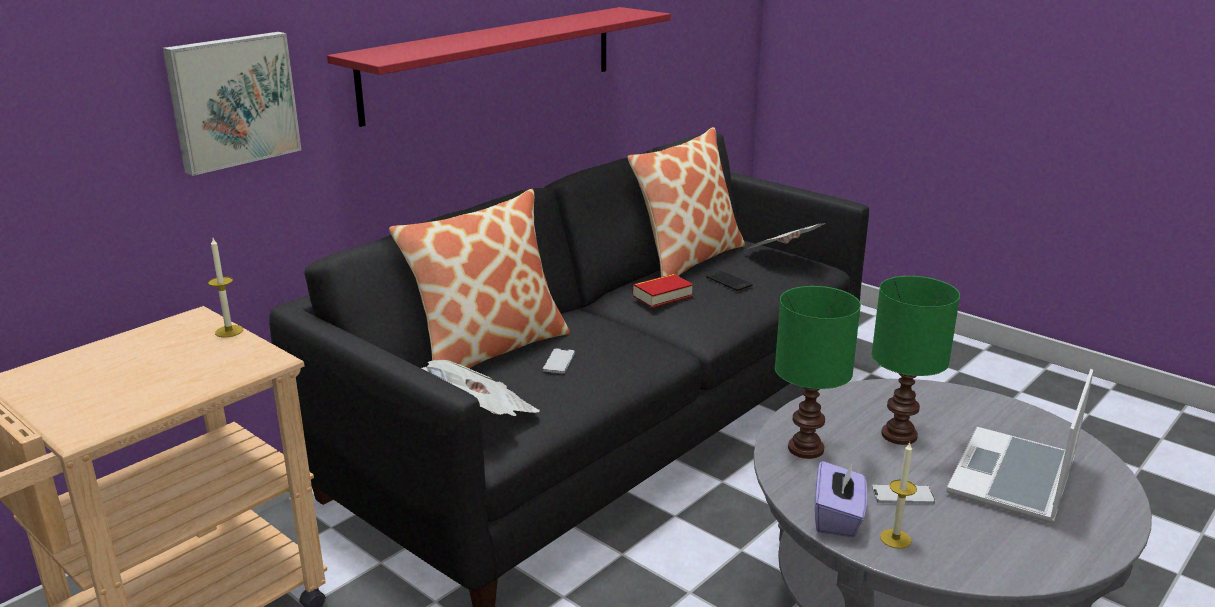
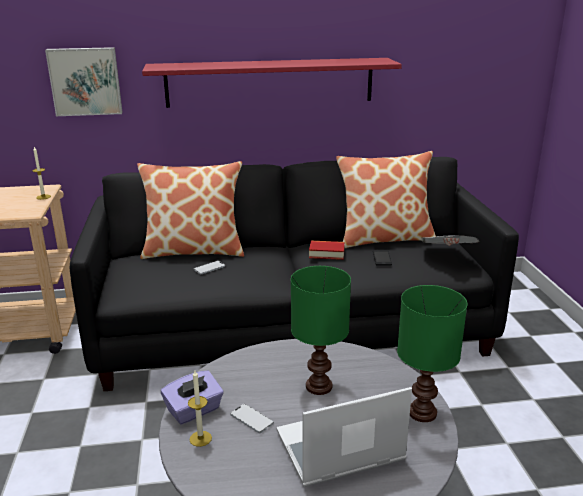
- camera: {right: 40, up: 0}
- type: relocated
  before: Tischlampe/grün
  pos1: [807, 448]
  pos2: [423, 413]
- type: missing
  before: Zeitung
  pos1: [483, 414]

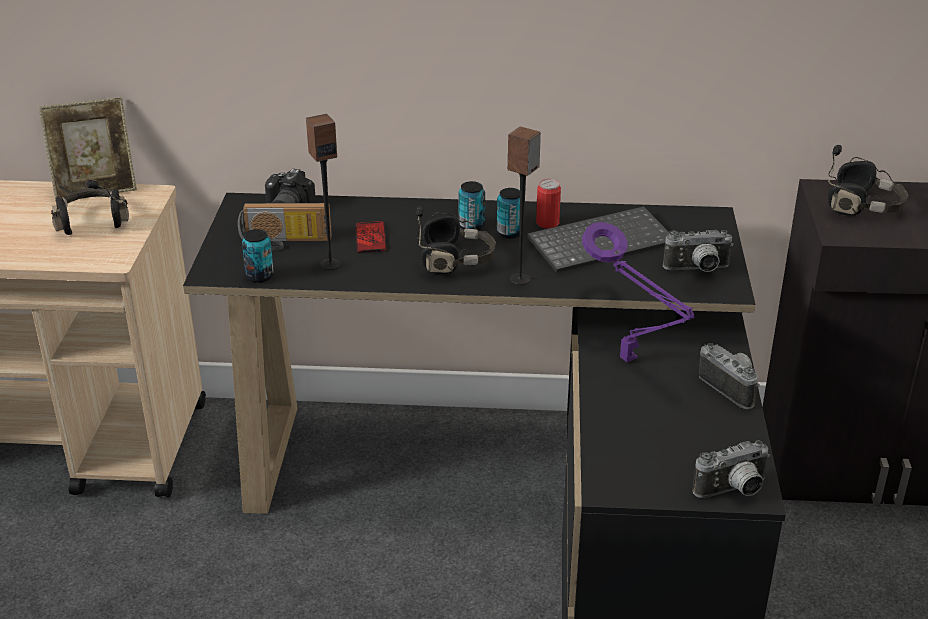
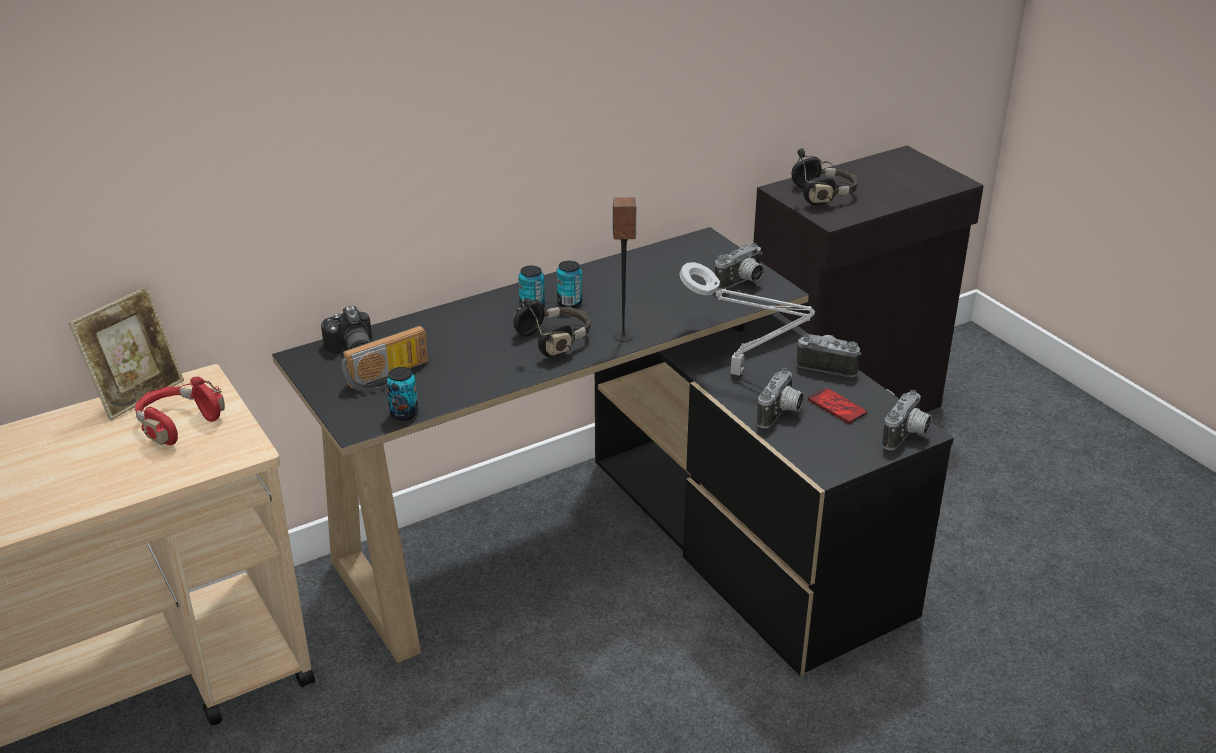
- camera: {right: -35, up: 0}
- type: colour
  before: Kopfhörer/schwarz
  after: Kopfhörer/rot
  pos1: [92, 221]
  pos2: [177, 424]
- type: colour
  before: Tischlampe/lila
  after: Tischlampe/grau
  pos1: [631, 361]
  pos2: [741, 374]
- type: appeared
  after: Kamera
  pos2: [781, 414]
- type: relocated
  before: Handy
  pos1: [370, 238]
  pos2: [837, 406]
- type: missing
  before: Lautsprecher
  pos1: [330, 264]
- type: missing
  before: Tastatur
  pos1: [601, 241]
- type: missing
  before: Dose
  pos1: [547, 223]

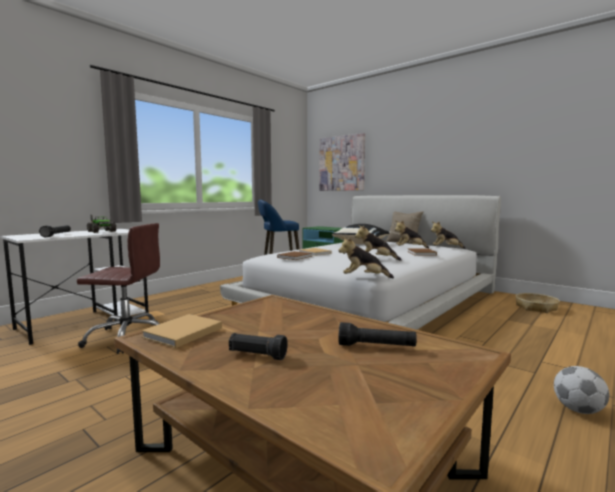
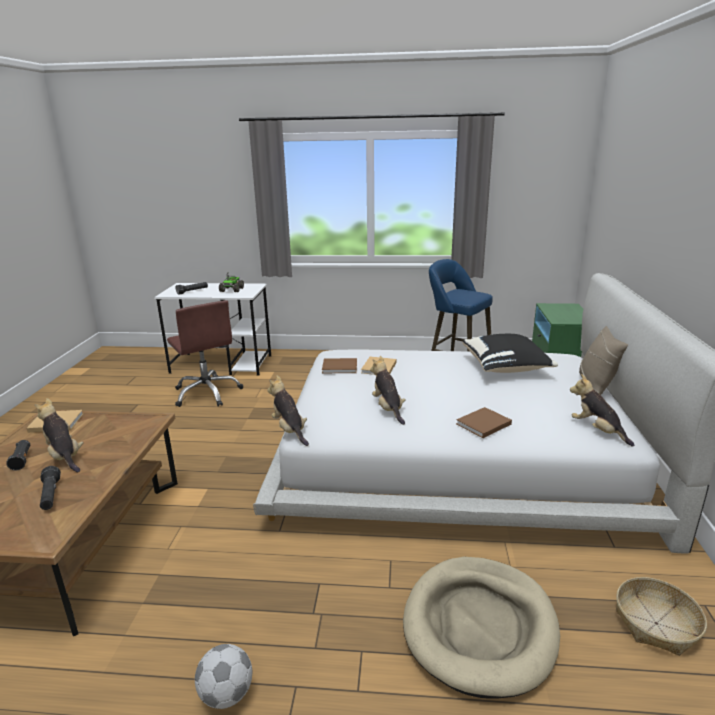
- camera: {right: 55, up: 15}
- type: relocated
  before: Plüschtier
  pos1: [410, 248]
  pos2: [65, 456]
- type: appeared
  after: Hundebett/beige
  pos2: [480, 626]
- type: missing
  before: Bild
  pos1: [342, 163]

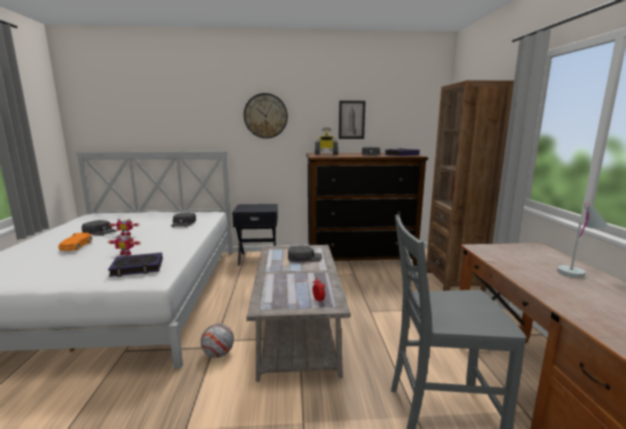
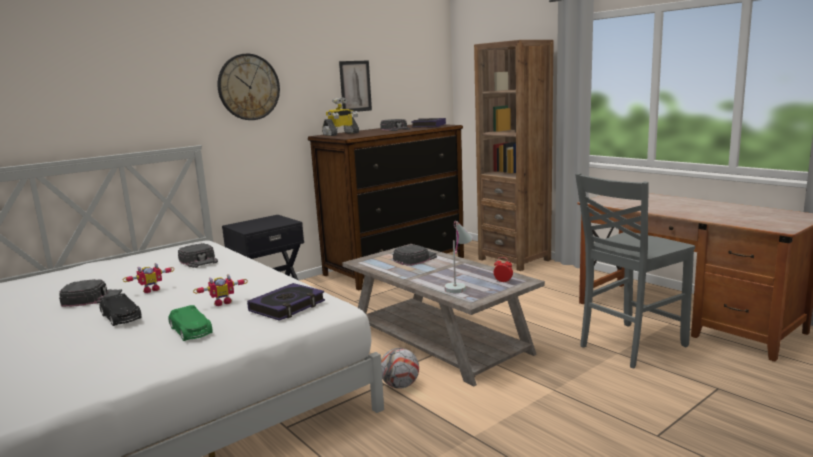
- camera: {right: -35, up: 0}
- type: colour
  before: Spielzeugauto/orange
  after: Spielzeugauto/schwarz
  pos1: [76, 246]
  pos2: [121, 317]
- type: appeared
  after: Spielzeugauto/grün
  pos2: [191, 331]
- type: relocated
  before: Tischlampe/weiß
  pos1: [577, 271]
  pos2: [460, 286]

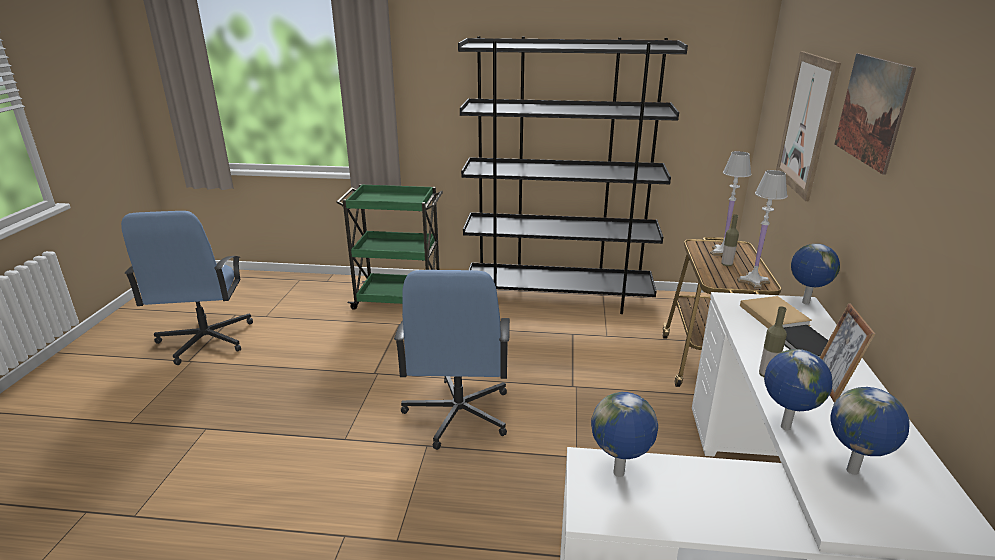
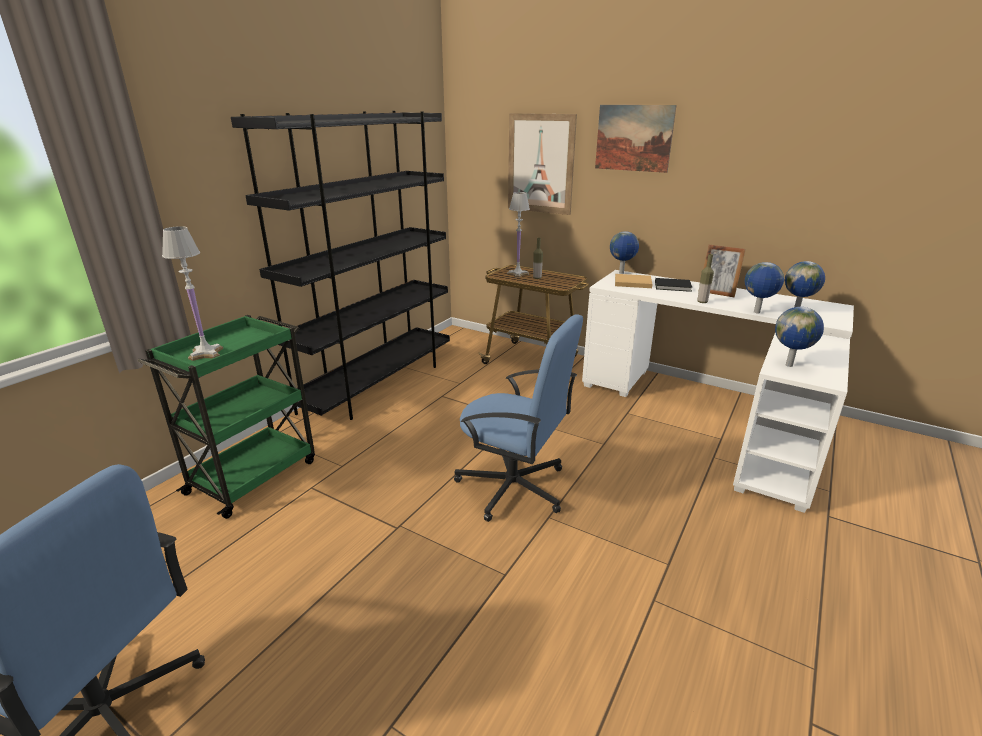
- camera: {right: -65, up: 0}
- type: relocated
  before: Tischlampe/weiß
  pos1: [753, 281]
  pos2: [206, 354]

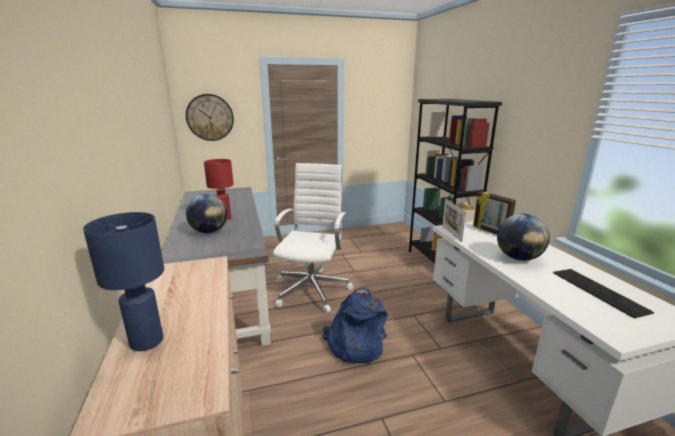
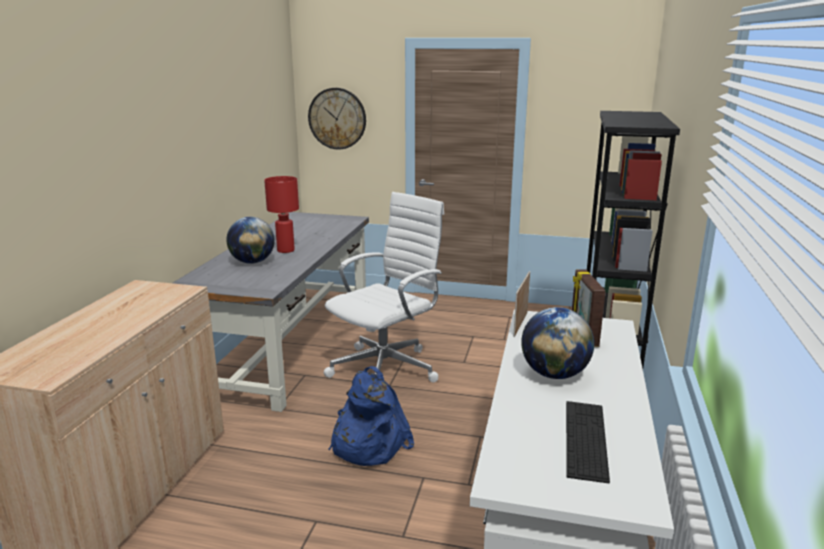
- camera: {right: 30, up: 0}
- type: missing
  before: Tischlampe/blau
  pos1: [146, 342]

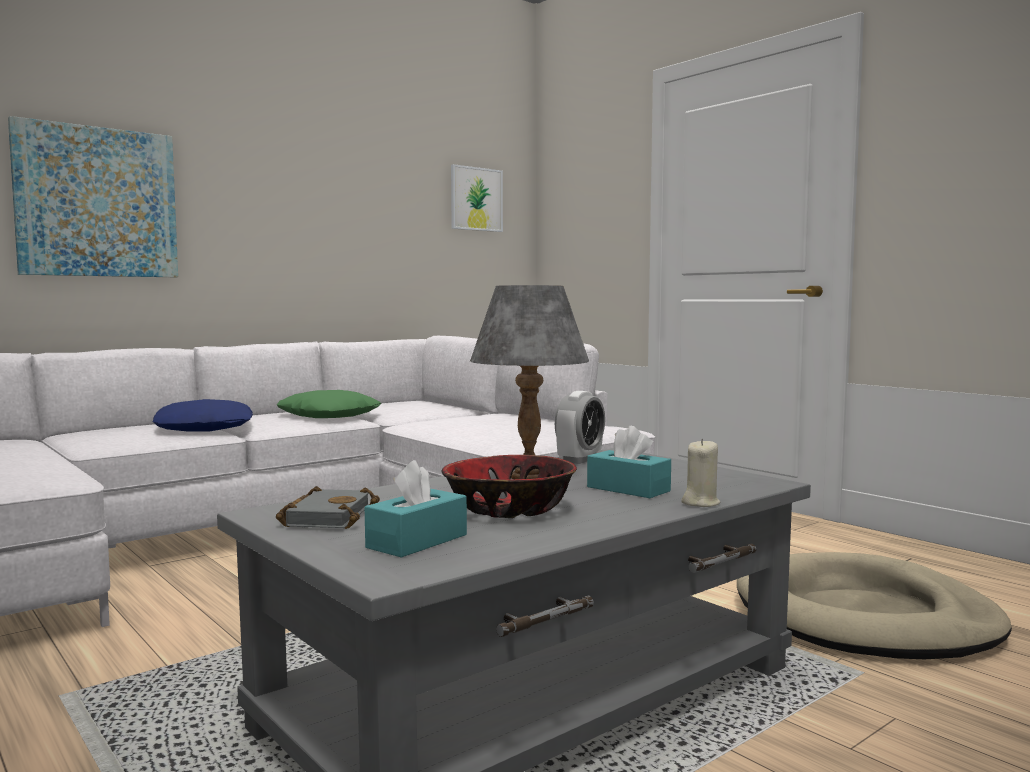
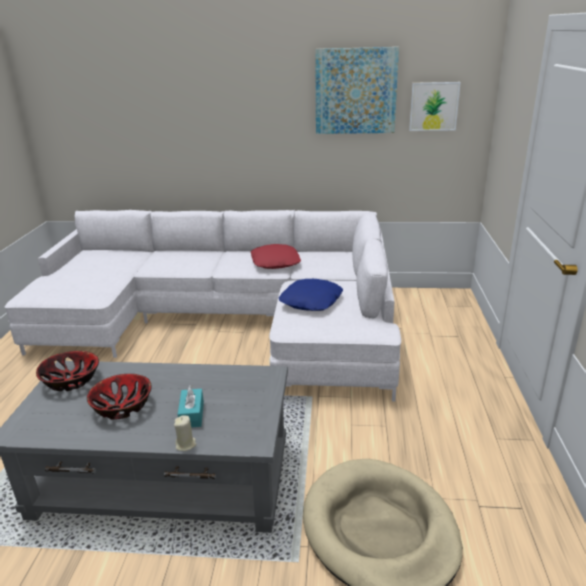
- camera: {right: 45, up: 20}
- type: exchanged
  before: Buch/grau
  after: Schüssel
  pos1: [327, 516]
  pos2: [71, 381]
- type: colour
  before: Kissen/grün
  after: Kissen/rot
  pos1: [330, 416]
  pos2: [276, 262]
- type: relocated
  before: Kissen/blau
  pos1: [205, 428]
  pos2: [311, 301]
- type: relocated
  before: Bild
  pos1: [97, 202]
  pos2: [355, 91]
- type: missing
  before: Taschentuchbox/türkis
  pos1: [417, 541]
- type: missing
  before: Tischlampe/grau
  pos1: [529, 476]
- type: missing
  before: Wecker
  pos1: [579, 460]

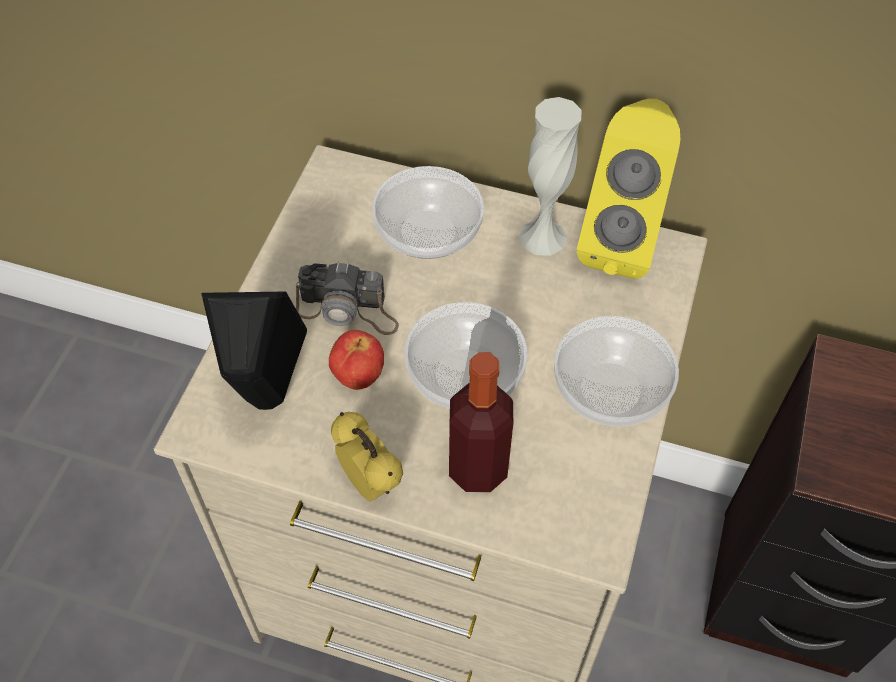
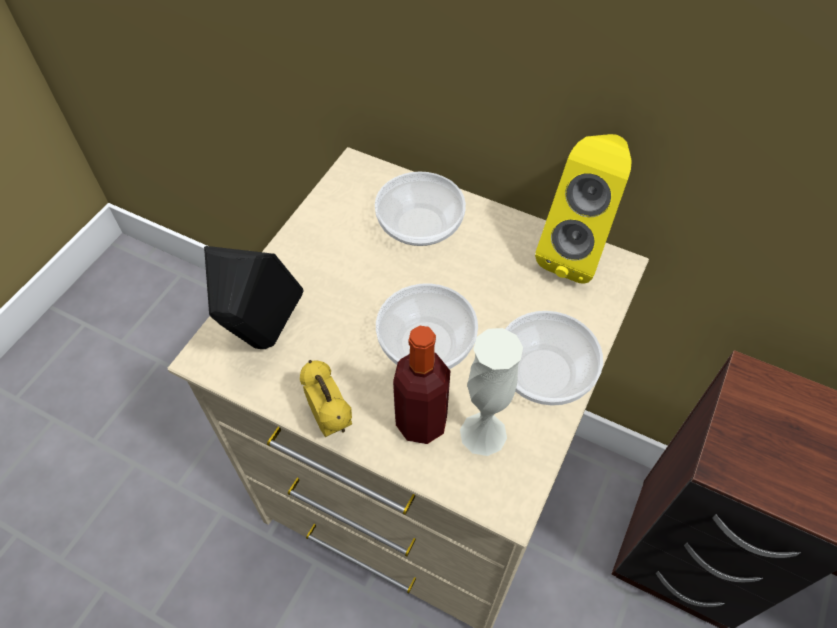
- camera: {right: 10, up: 0}
- type: relocated
  before: Vase/weiß
  pos1: [543, 237]
  pos2: [483, 433]
- type: missing
  before: Kamera
  pos1: [348, 310]
- type: missing
  before: Apfel
  pos1: [358, 376]

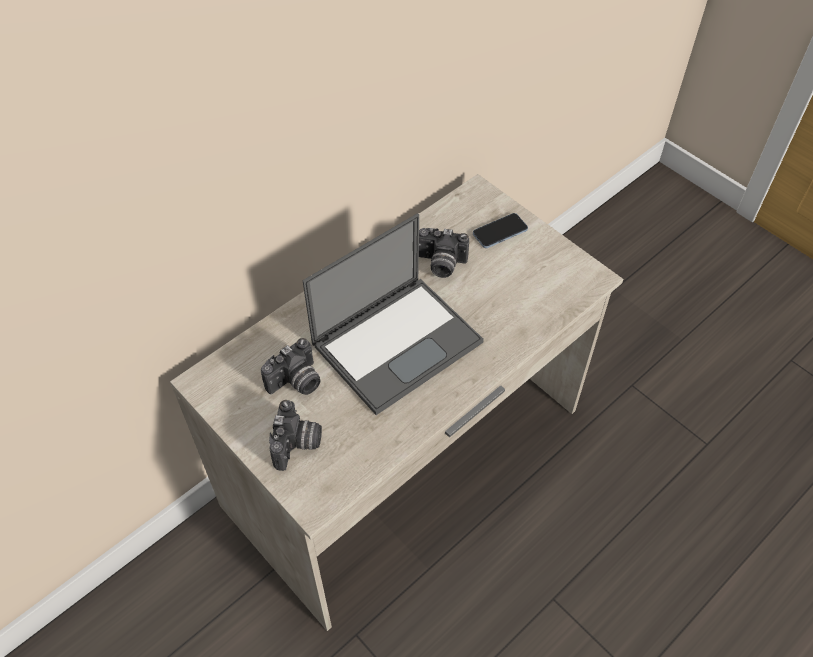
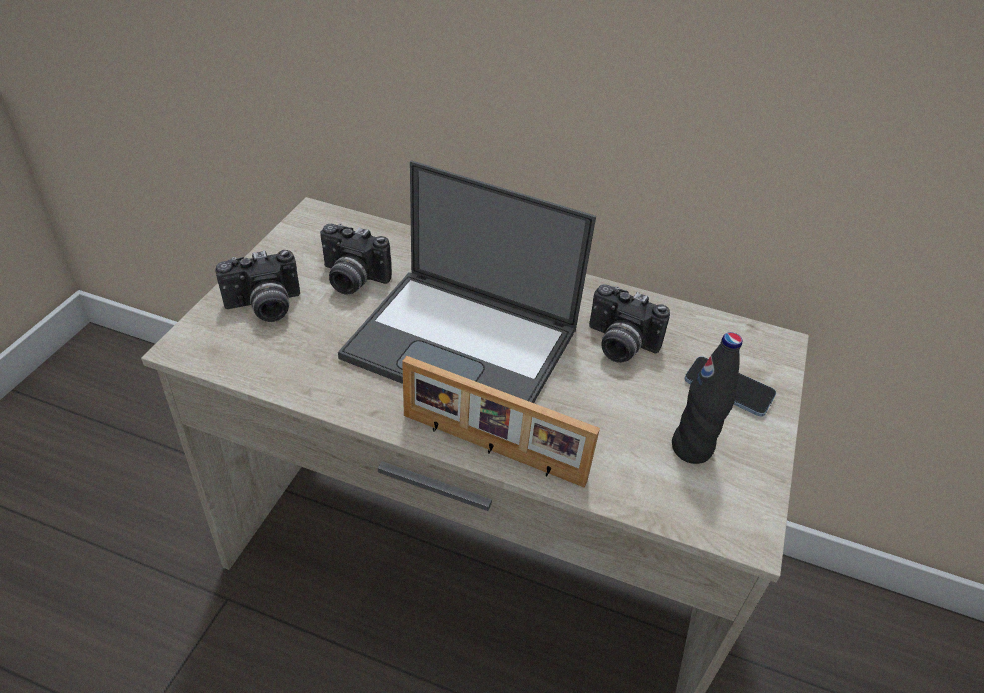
- camera: {right: 60, up: -10}
- type: appeared
  after: Bilderrahmen
  pos2: [491, 449]
- type: spun
  before: Kamera
  pos1: [440, 264]
  pos2: [618, 345]
  turn: -45
- type: appeared
  after: Flasche/schwarz
  pos2: [691, 448]

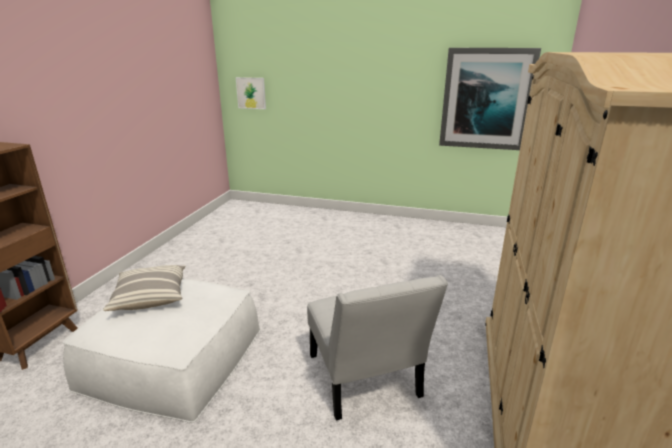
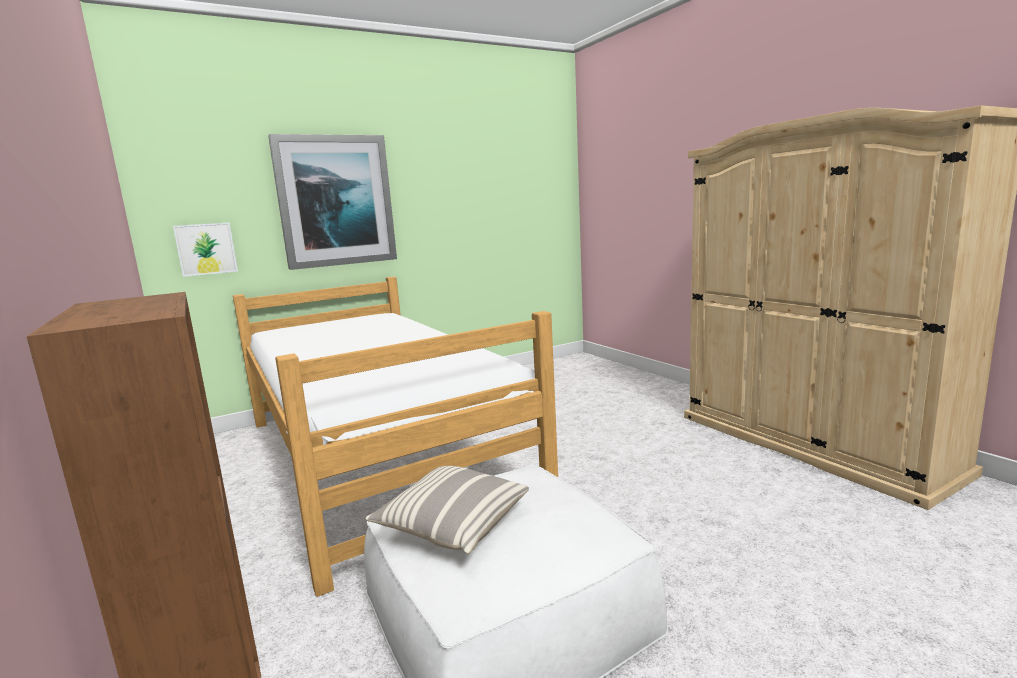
- camera: {right: -45, up: -10}
- type: appeared
  after: Bett
  pos2: [378, 456]
- type: relocated
  before: Bild
  pos1: [486, 99]
  pos2: [335, 201]
- type: missing
  before: Stuhl/weiß
  pos1: [365, 380]

